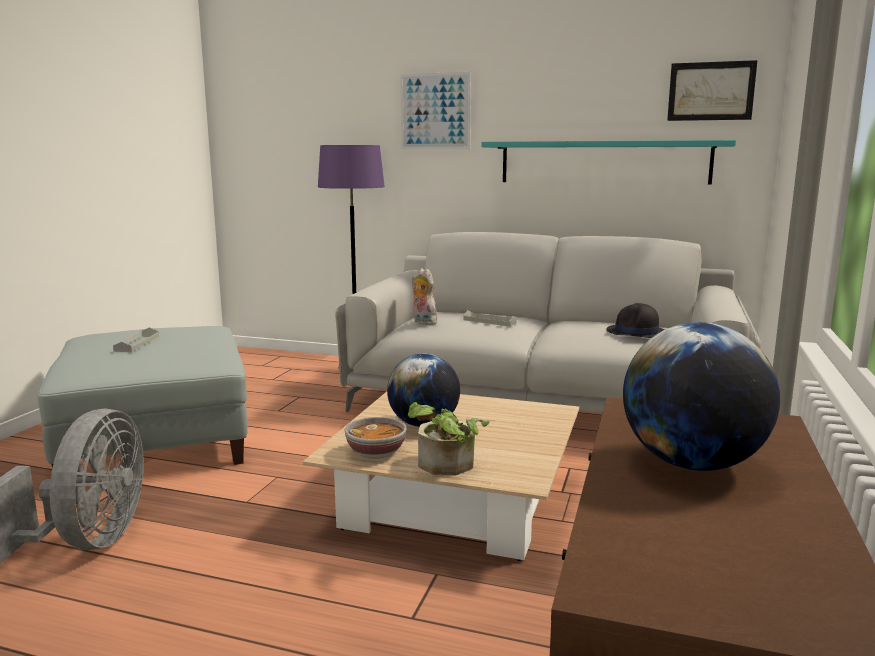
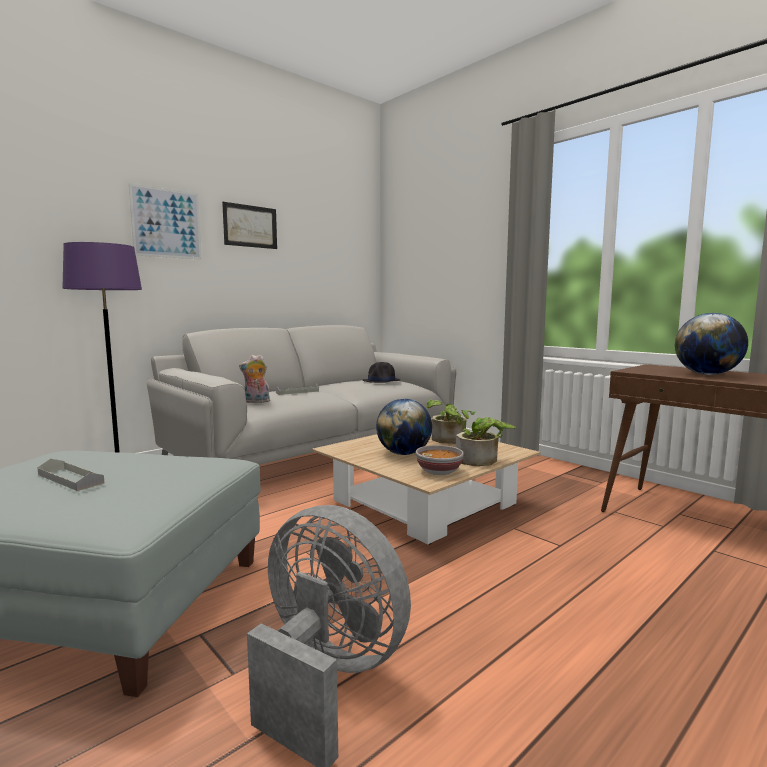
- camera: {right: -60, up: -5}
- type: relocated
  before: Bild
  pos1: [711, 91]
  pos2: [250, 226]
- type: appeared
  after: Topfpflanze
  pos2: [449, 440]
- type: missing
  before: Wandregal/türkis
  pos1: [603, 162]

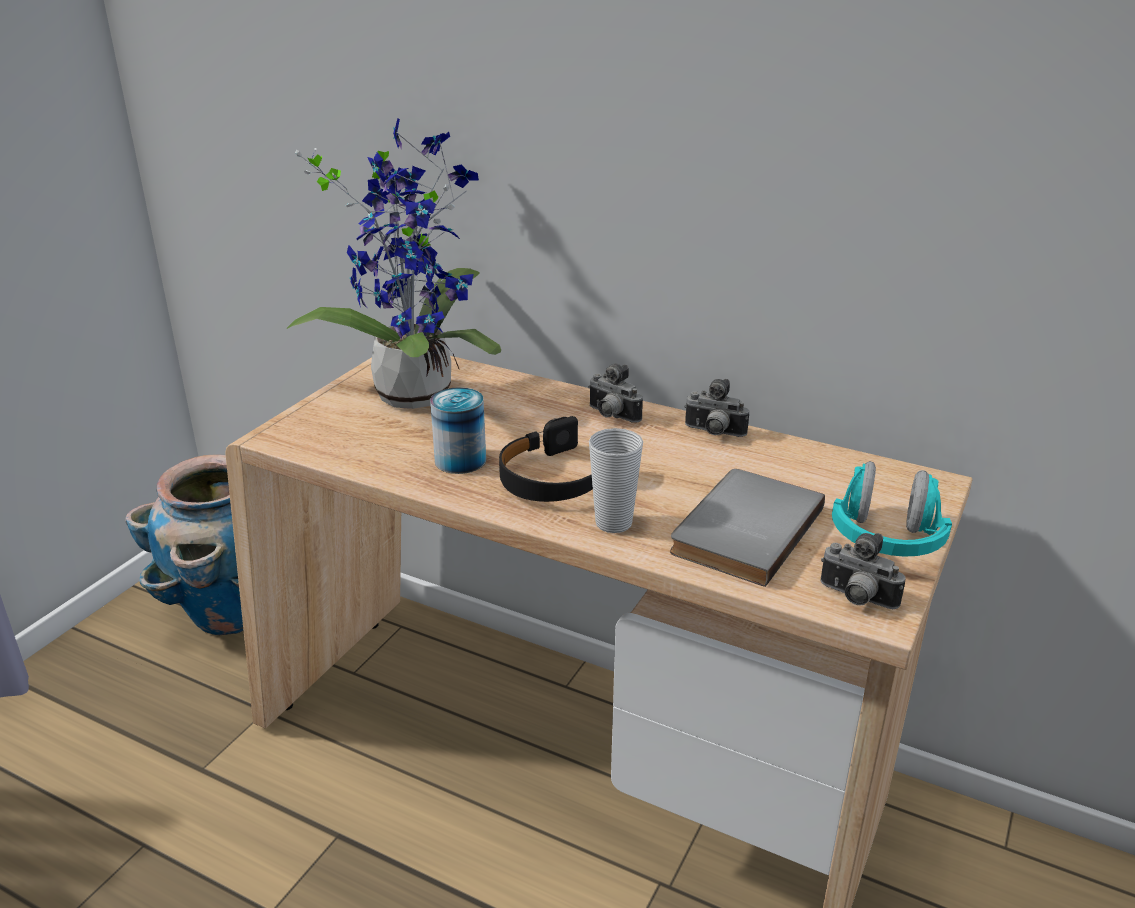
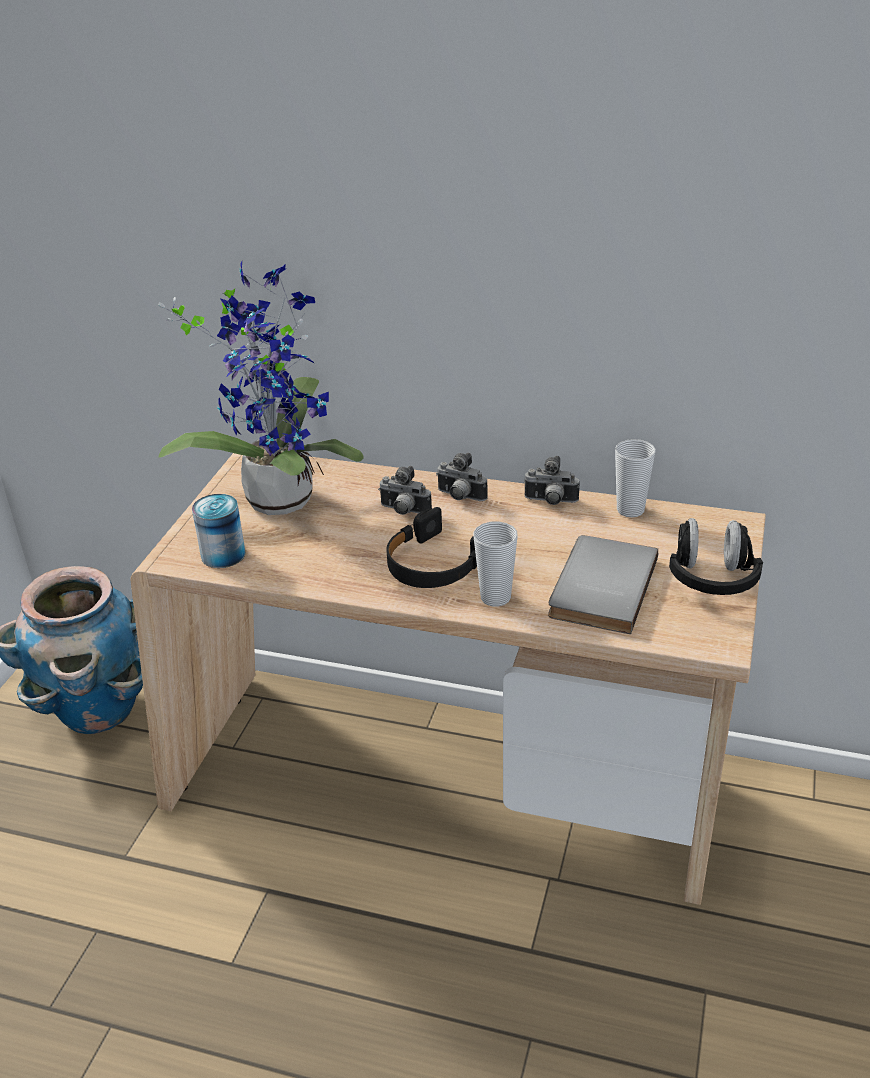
- camera: {right: -10, up: 5}
- type: relocated
  before: Dose
  pos1: [460, 460]
  pos2: [223, 555]
- type: relocated
  before: Kamera
  pos1: [856, 599]
  pos2: [404, 511]
- type: appeared
  after: Tasse
  pos2: [630, 510]
- type: colour
  before: Kopfhörer/türkis
  after: Kopfhörer/schwarz
  pos1: [886, 539]
  pos2: [712, 579]

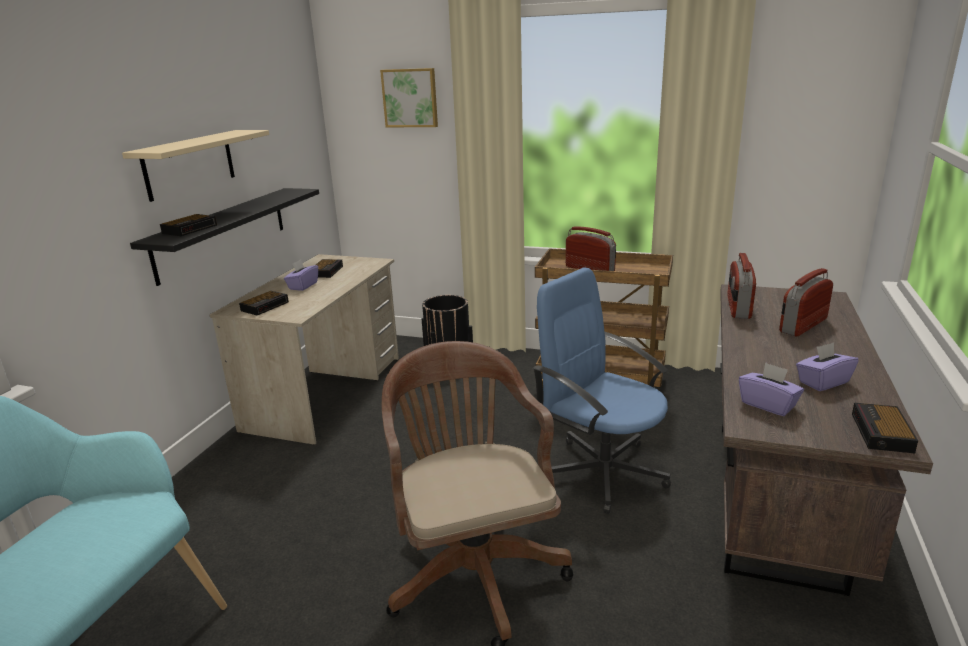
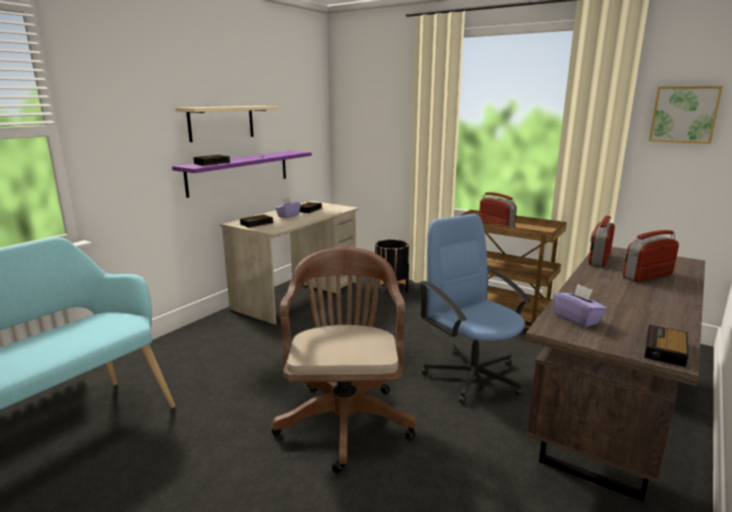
- camera: {right: 15, up: -5}
- type: colour
  before: Wandregal/schwarz
  after: Wandregal/lila
  pos1: [223, 233]
  pos2: [239, 172]
- type: relocated
  before: Bild
  pos1: [410, 98]
  pos2: [684, 114]
- type: missing
  before: Taschentuchbox/lila
  pos1: [823, 382]

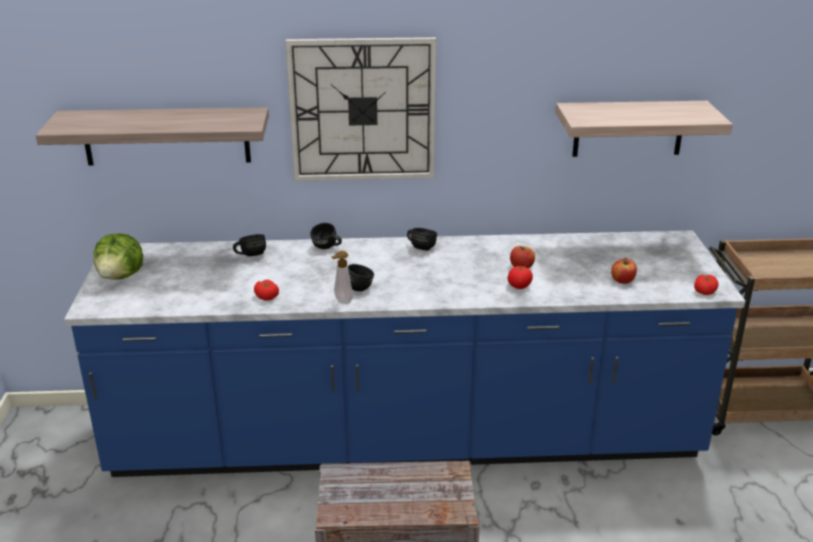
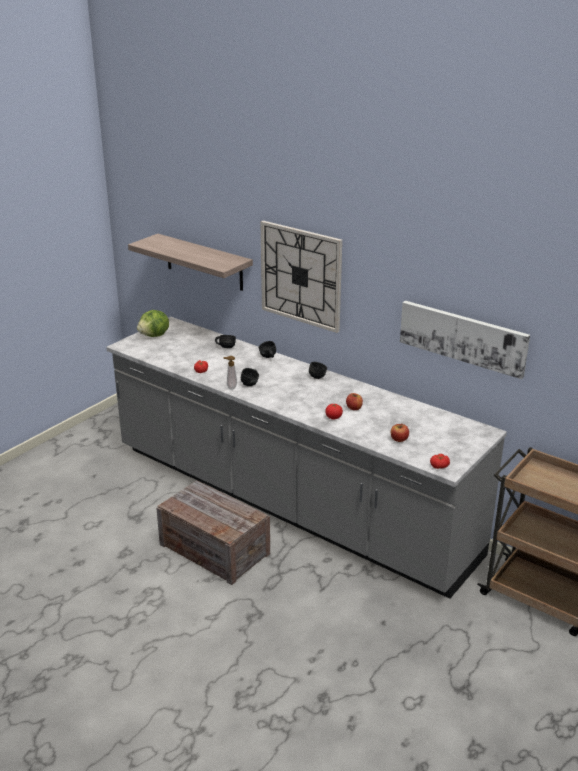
- camera: {right: 40, up: 0}
- type: colour
  before: Küchenzeile/blau
  after: Küchenzeile/grau
  pos1: [406, 440]
  pos2: [289, 502]
- type: exchanged
  before: Wandregal
  after: Bild
  pos1: [628, 128]
  pos2: [463, 337]

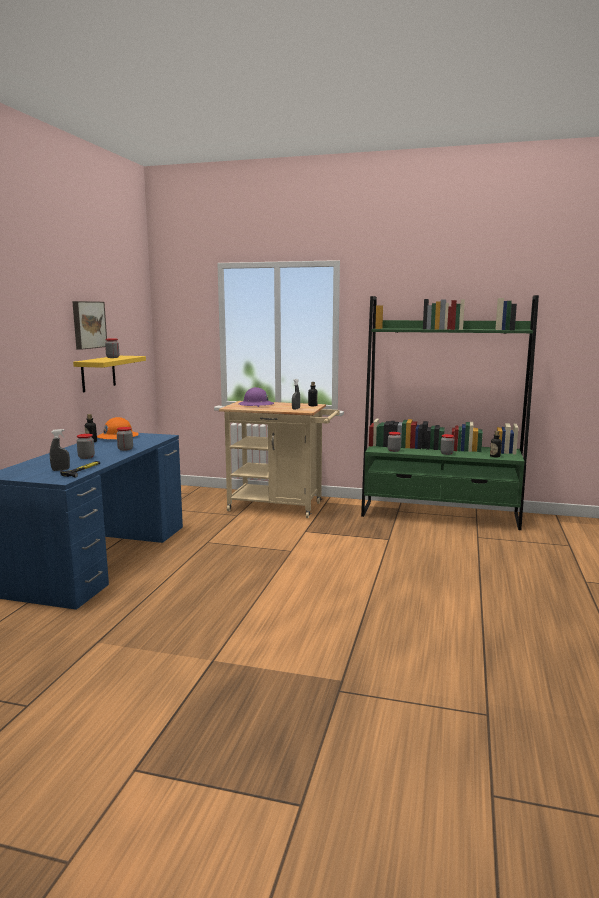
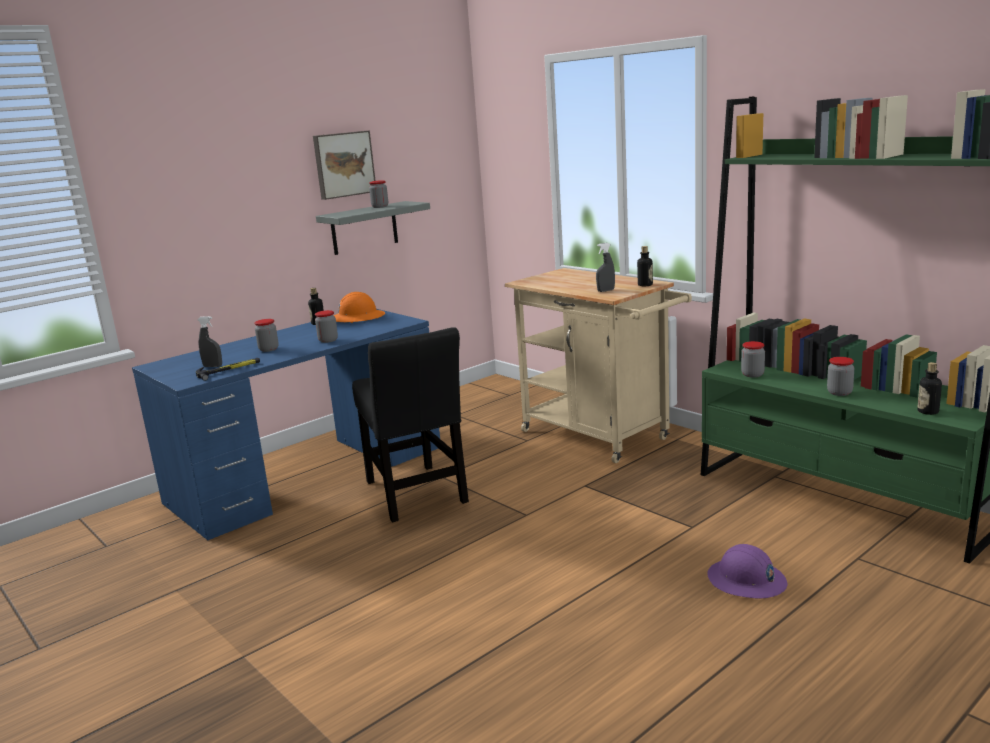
- camera: {right: 35, up: 5}
- type: colour
  before: Wandregal/gelb
  after: Wandregal/grau
  pos1: [98, 373]
  pos2: [364, 228]
- type: appeared
  after: Stuhl/schwarz
  pos2: [416, 495]
- type: relocated
  before: Schutzhelm/lila
  pos1: [256, 405]
  pos2: [746, 581]

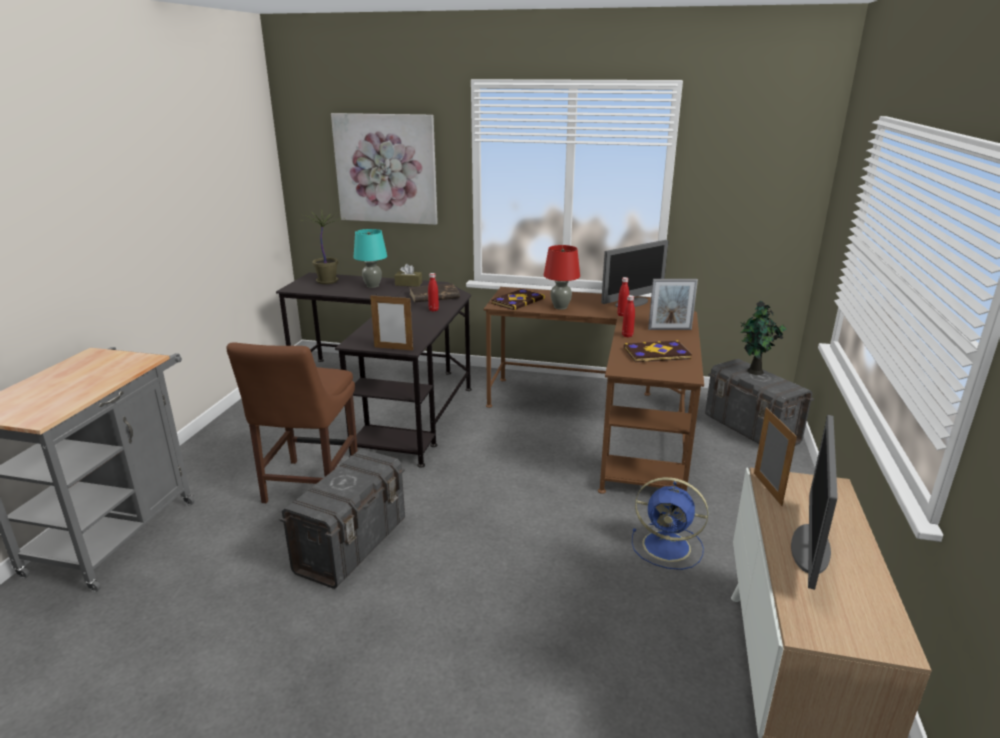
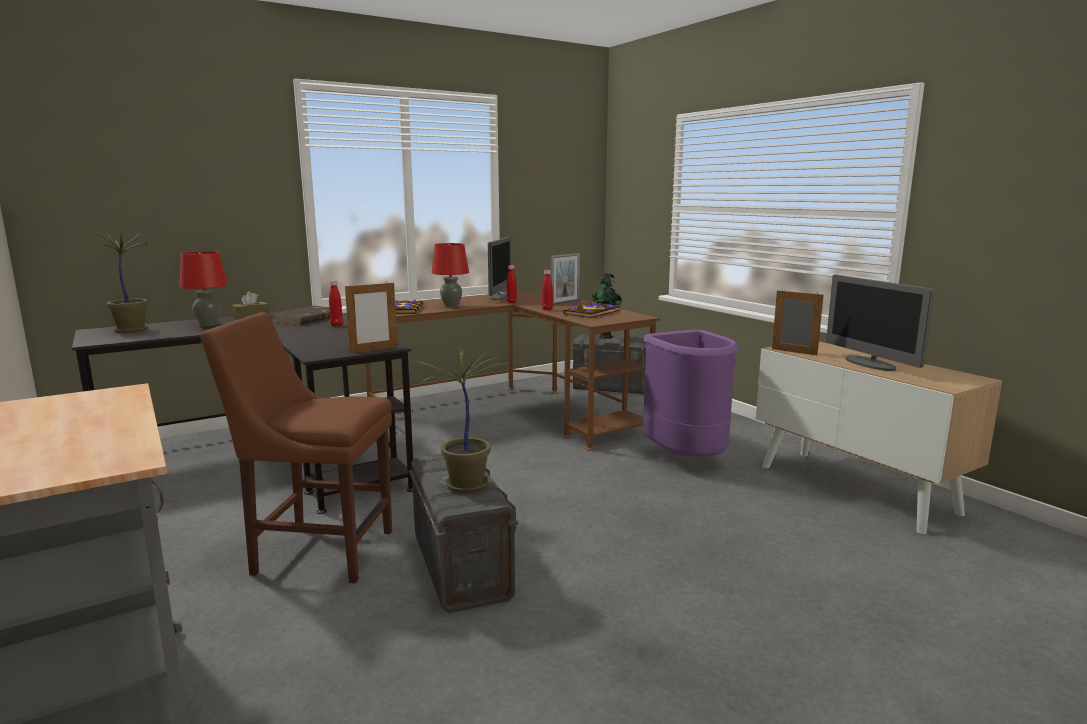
- camera: {right: -45, up: -10}
- type: colour
  before: Tischlampe/türkis
  after: Tischlampe/rot
  pos1: [373, 286]
  pos2: [209, 324]
- type: spun
  before: Stuhl/braun
  pos1: [309, 486]
  pos2: [318, 551]
  turn: 135
- type: appeared
  after: Topfpflanze
  pos2: [466, 486]
- type: exchanged
  before: Ventilator/blau
  after: Mülleimer/lila
  pos1: [668, 546]
  pos2: [686, 459]
- type: missing
  before: Bild
  pos1: [386, 169]

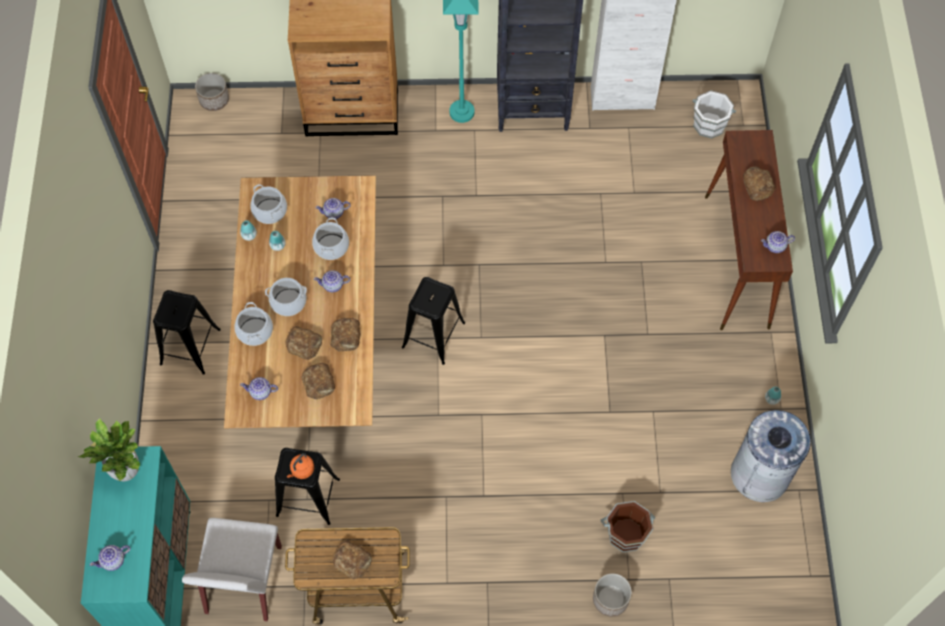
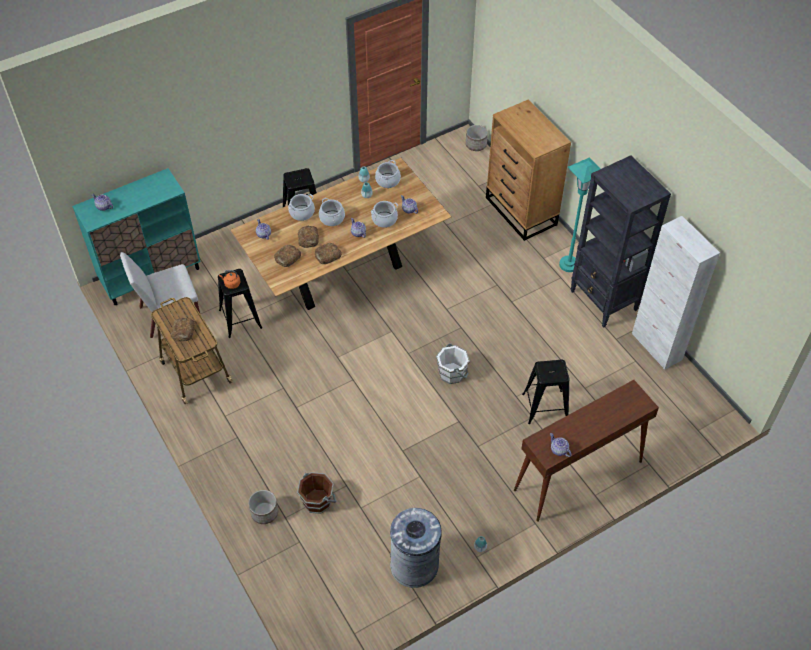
- camera: {right: 60, up: -10}
- type: relocated
  before: Eimer/weiß
  pos1: [709, 124]
  pos2: [452, 373]
- type: relocated
  before: Hocker/schwarz
  pos1: [433, 335]
  pos2: [545, 407]
- type: missing
  before: Topfpflanze
  pos1: [126, 470]
- type: missing
  before: Brot
  pos1: [757, 185]

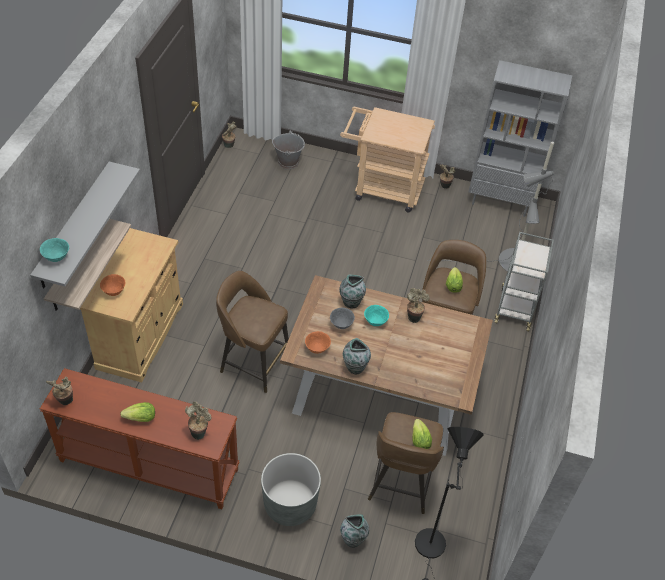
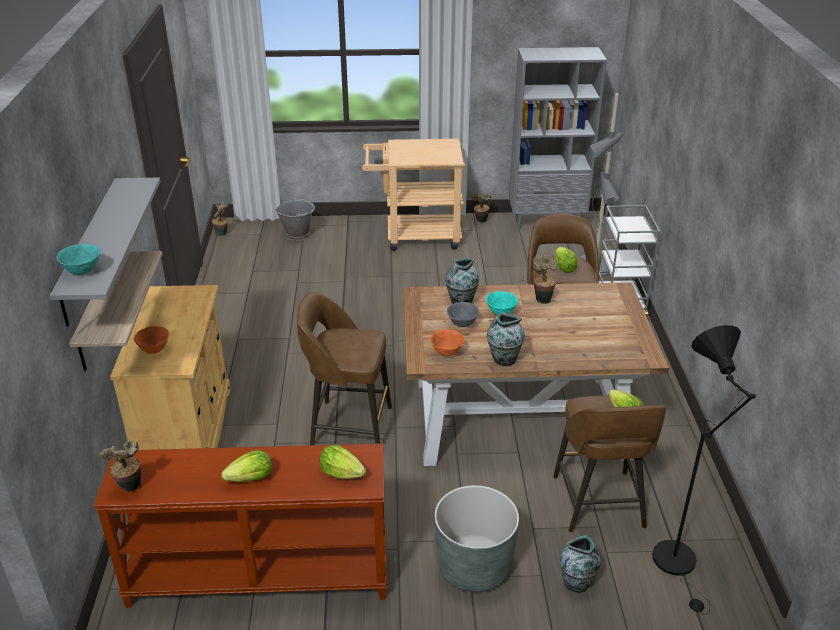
- camera: {right: -15, up: -15}
- type: exchanged
  before: Topfpflanze
  after: Salatkopf
  pos1: [199, 432]
  pos2: [341, 473]

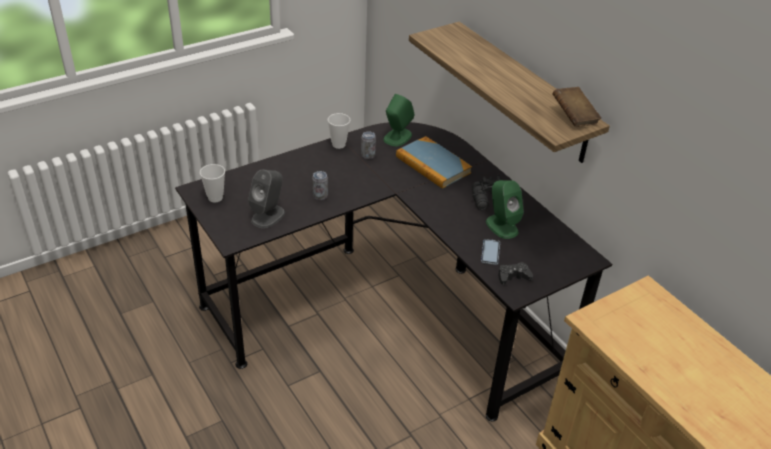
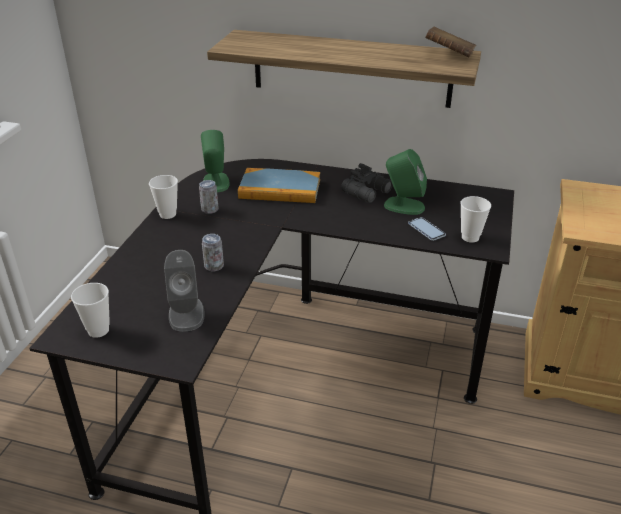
- camera: {right: -40, up: -5}
- type: exchanged
  before: Gamepad/schwarz
  after: Tasse
  pos1: [513, 277]
  pos2: [470, 237]

